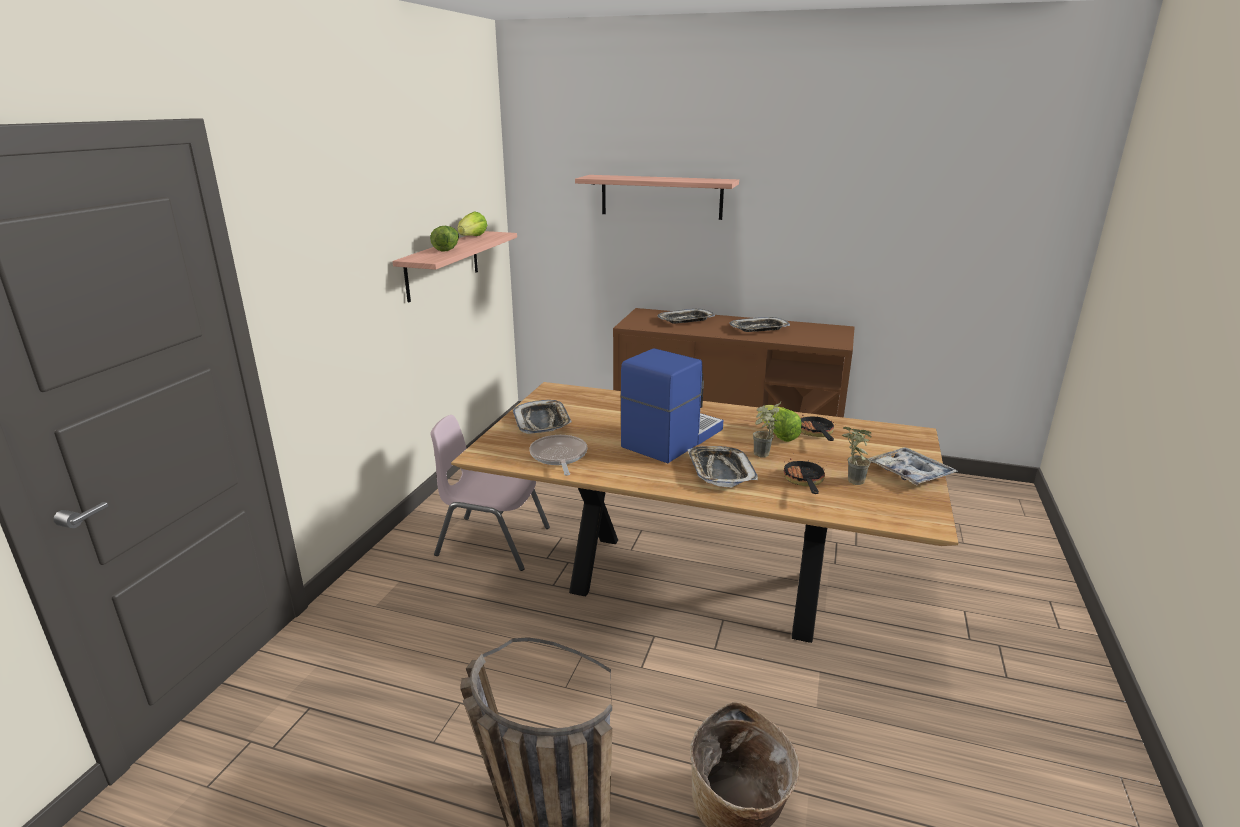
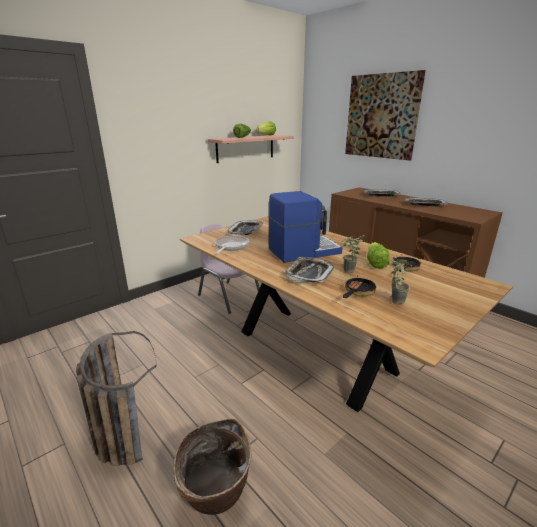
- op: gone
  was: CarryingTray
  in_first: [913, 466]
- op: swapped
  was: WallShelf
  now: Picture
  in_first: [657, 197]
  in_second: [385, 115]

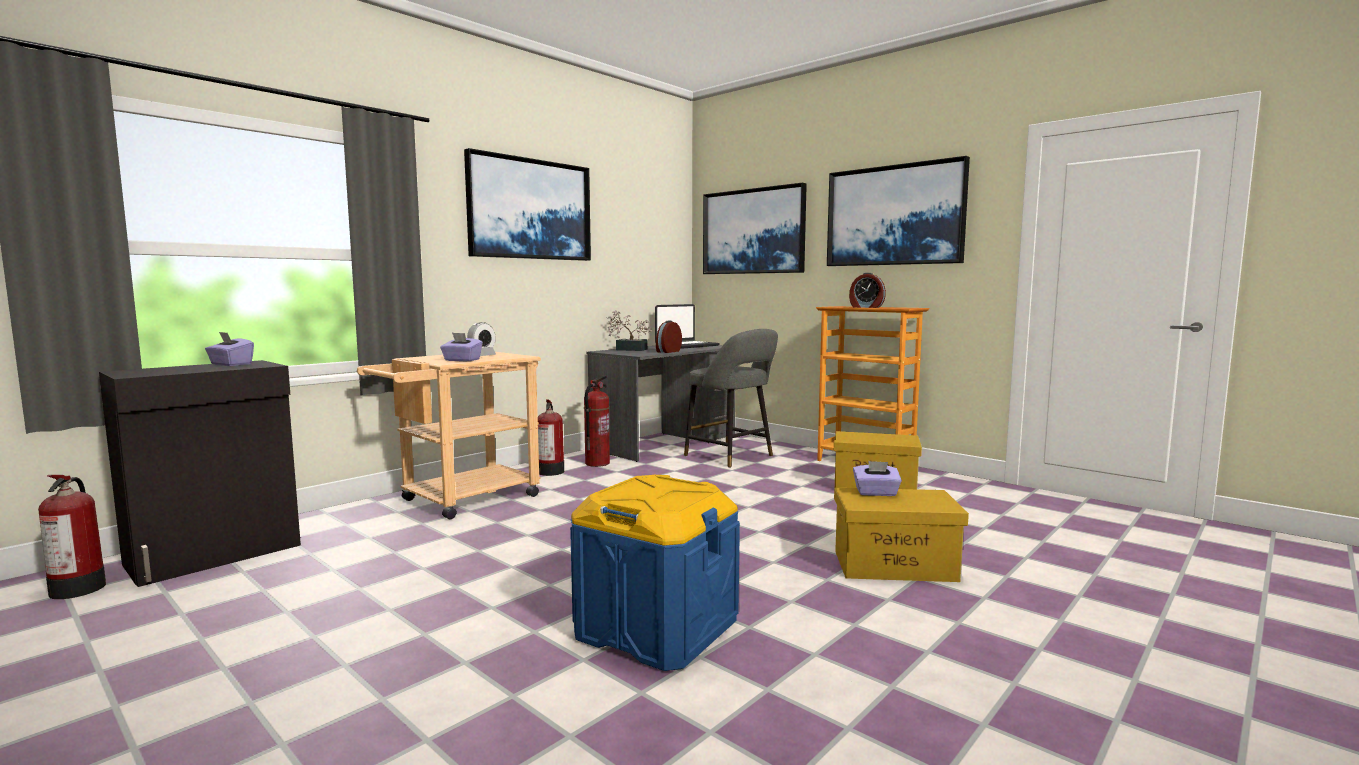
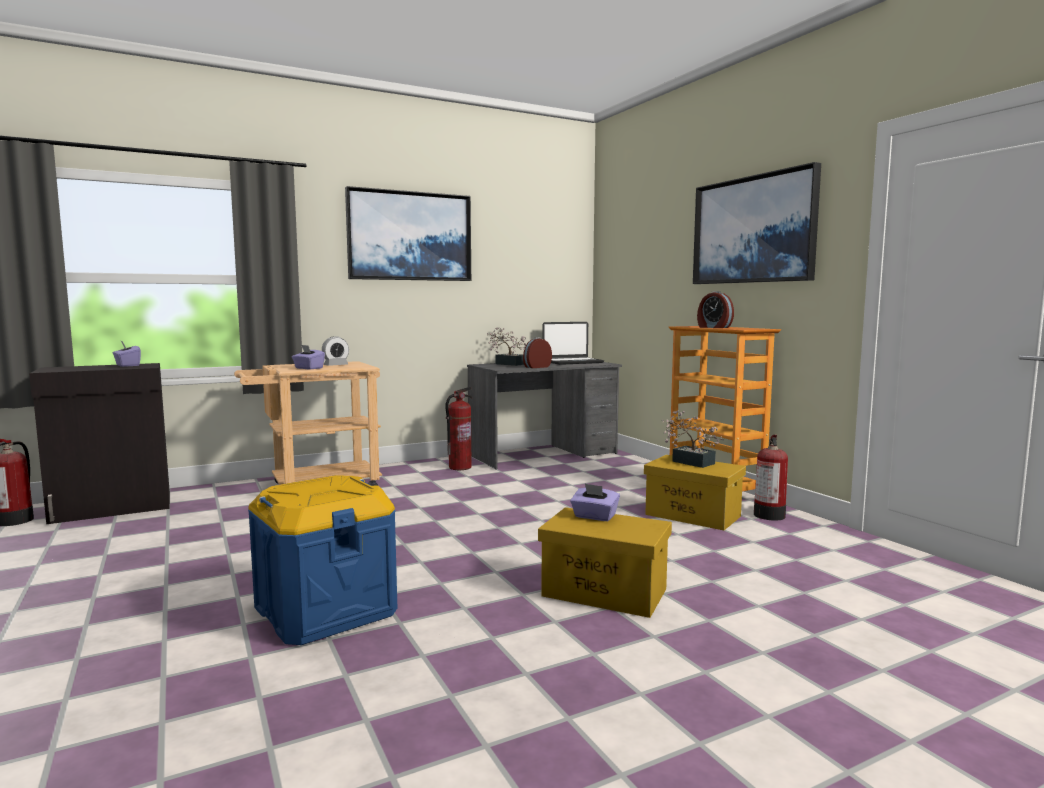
- op: gone
  was: GreyishSittingStool
  in_first: [731, 398]
- op: gone
  was: Picture
  in_first: [755, 228]
- op: new
  now: PlantInAPot
  in_second: [693, 439]
- op: shifted
  was: FireExtinguisher
  in_first: [551, 437]
  in_second: [771, 477]

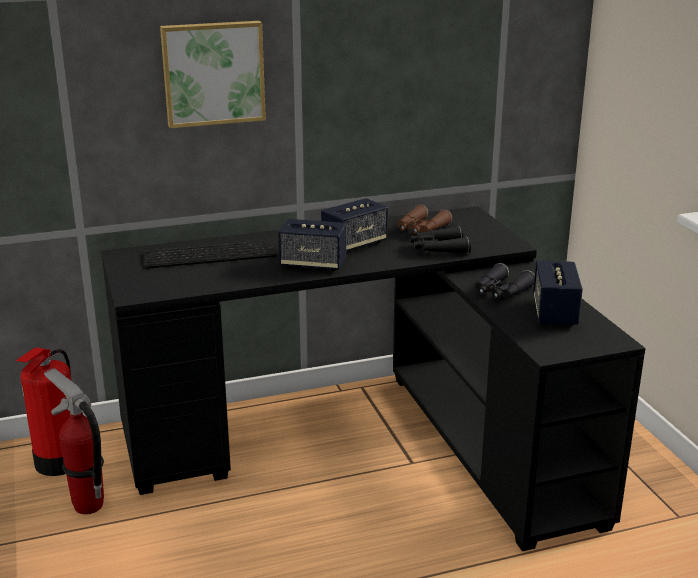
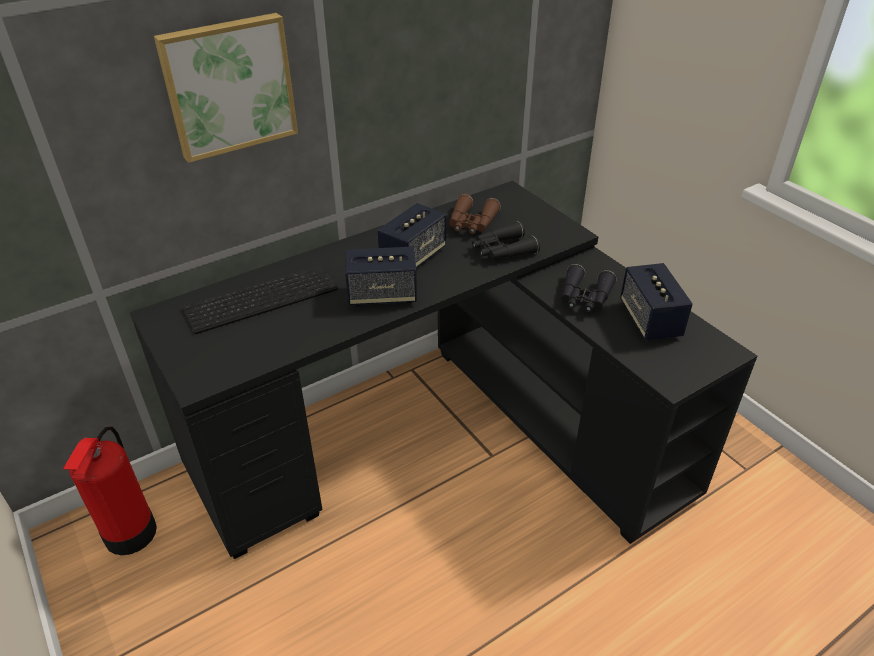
- op: gone
  was: FireExtinguisher
  in_first: [74, 441]

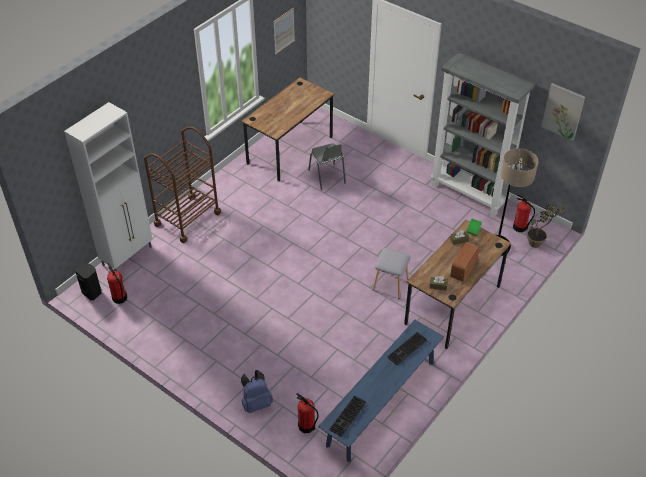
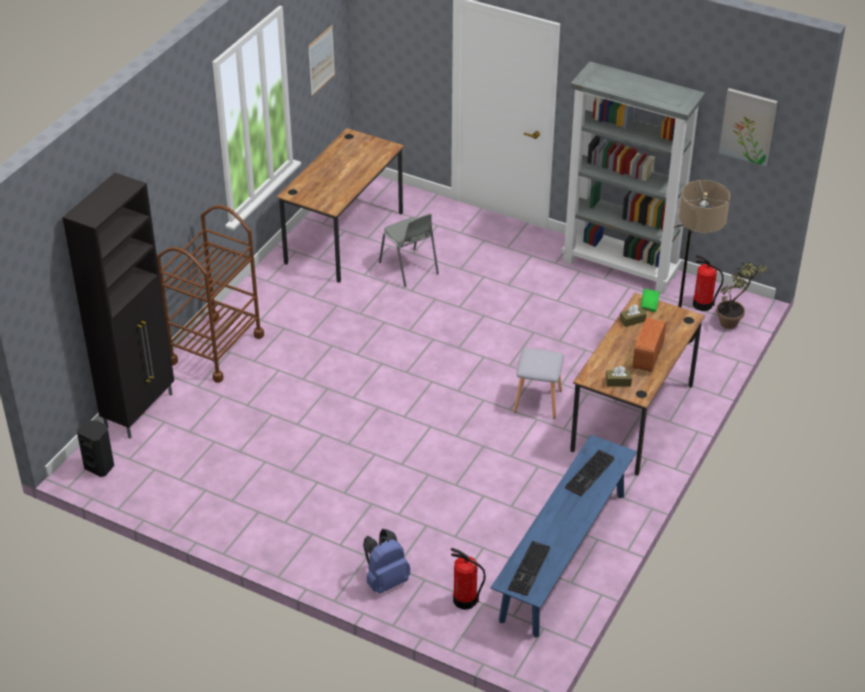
- op: gone
  was: FireExtinguisher
  in_first: [117, 284]
- op: repainted
  was: WhiteStorageCabinet
  now: BlackColouredStorageCabinet
  in_first: [108, 186]
  in_second: [118, 305]

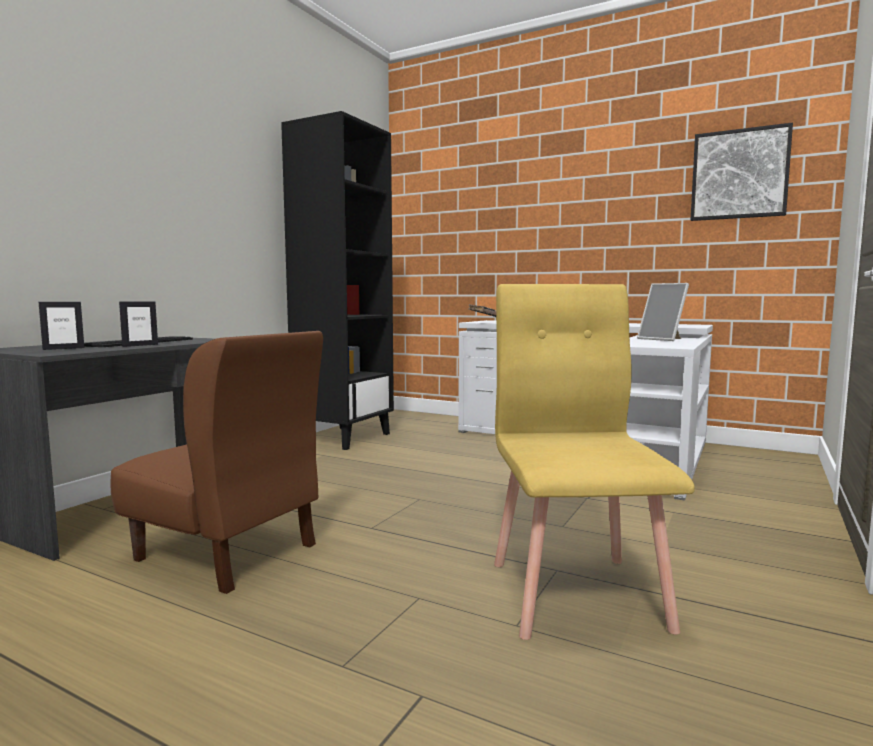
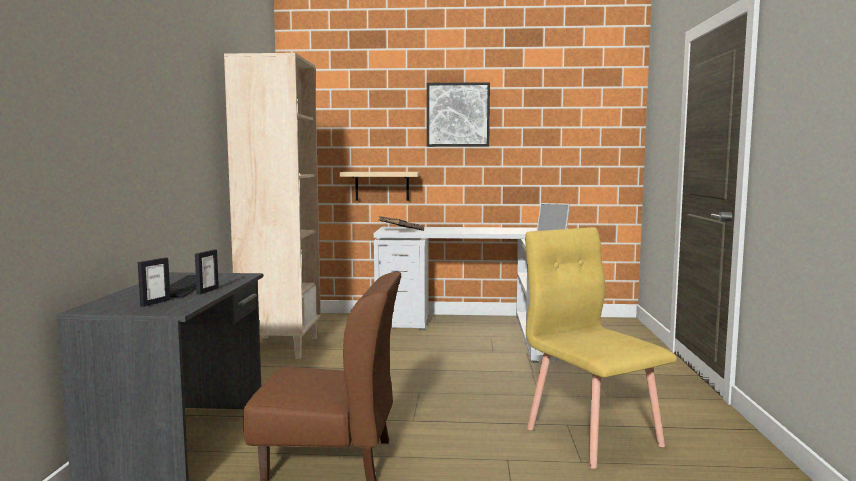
- op: new
  now: BeigeColouredWallShelf
  in_second: [379, 186]
- op: shifted
  was: Picture
  in_first: [741, 172]
  in_second: [458, 114]
- op: repainted
  was: BlackColouredBookcase
  now: BeigeColouredBookcase
  in_first: [337, 280]
  in_second: [272, 206]

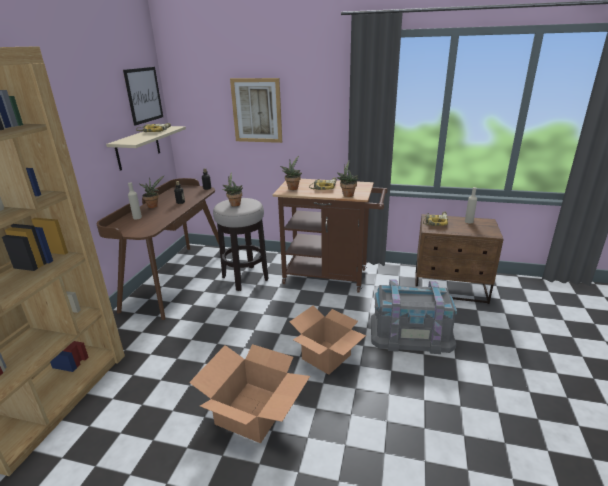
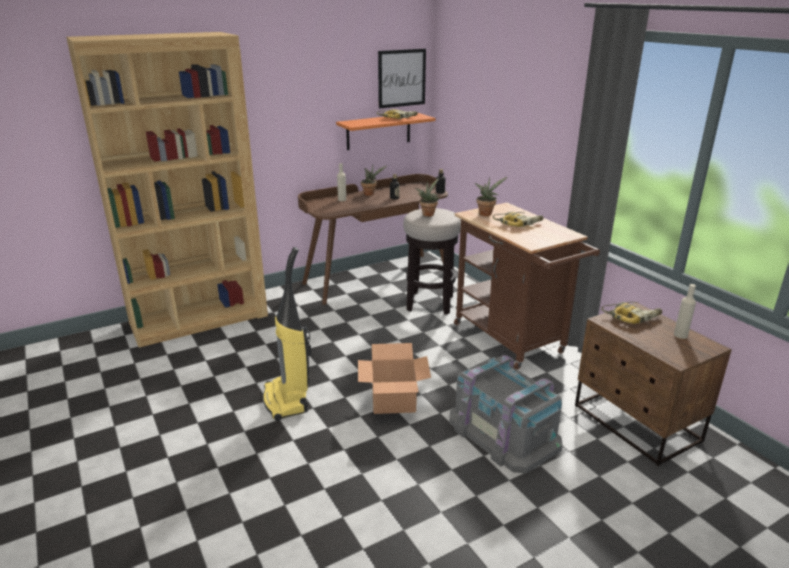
- op: gone
  was: Picture
  in_first: [256, 110]
- op: gone
  was: PlantInAPot
  in_first: [347, 179]
- op: swapped
  was: Carton
  now: Vacuum
  in_first: [249, 393]
  in_second: [287, 334]
- op: repainted
  was: BeigeColouredWallShelf
  now: OrangeColouredWallShelf
  in_first: [146, 148]
  in_second: [386, 131]

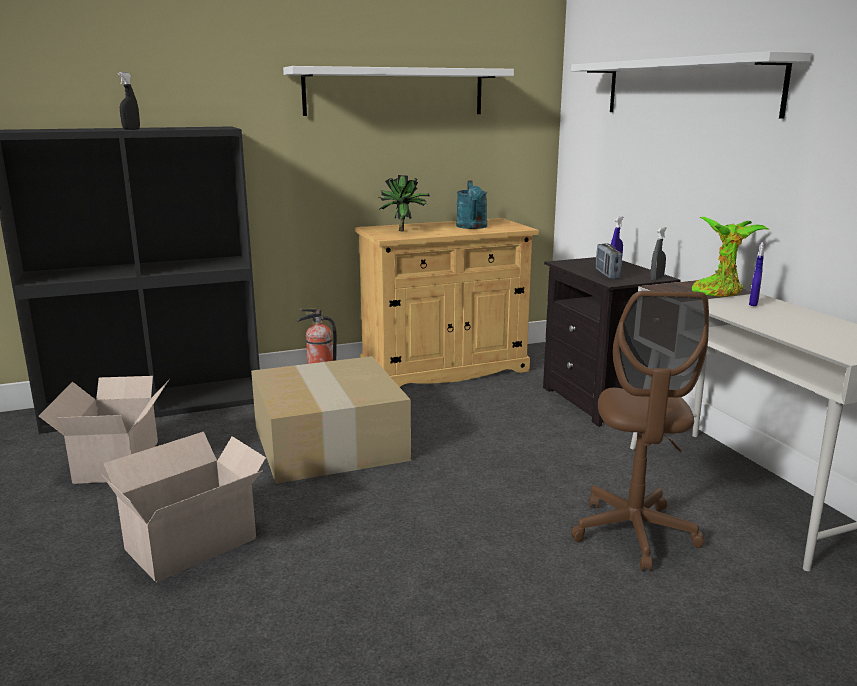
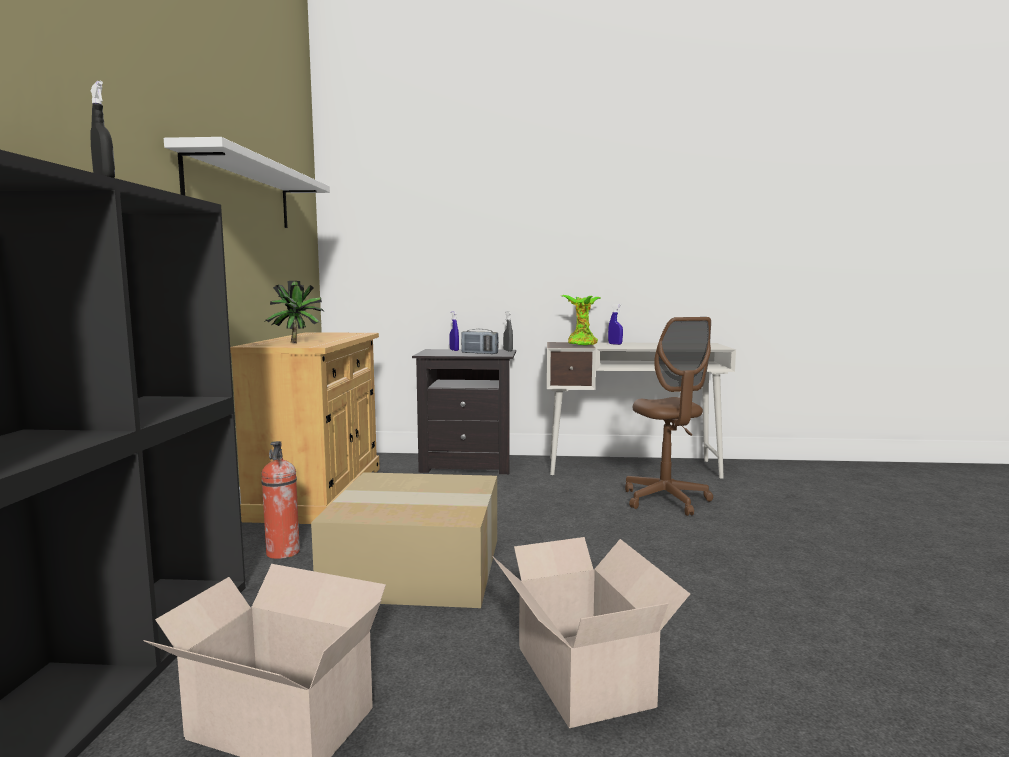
- op: gone
  was: TurquoiseWateringCan
  in_first: [471, 205]
- op: gone
  was: WhiteWallShelf
  in_first: [691, 85]
- op: rotated
  was: BrownishOfficeChair
  in_first: [640, 431]
  in_second: [669, 416]
  clockwise: 45

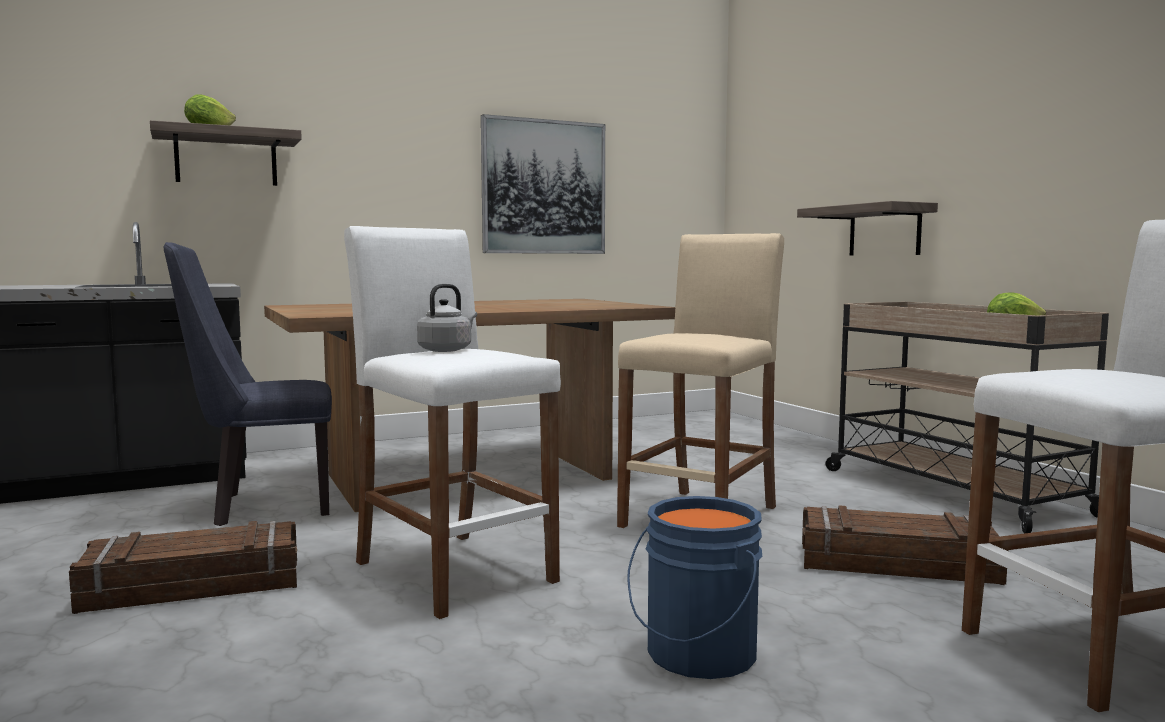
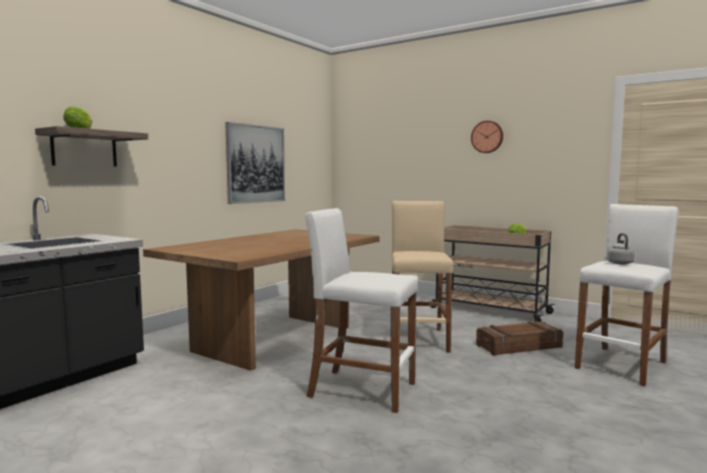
- op: gone
  was: PackingCrate
  in_first: [183, 567]
- op: gone
  was: BlueColouredChair
  in_first: [247, 384]
- op: gone
  was: BlueColouredBucket
  in_first: [694, 587]
- op: gone
  was: WallShelf
  in_first: [867, 228]
- op: new
  now: WallClock
  in_second: [487, 137]
- op: shifted
  was: GreyishKettle
  in_first: [447, 318]
  in_second: [621, 248]

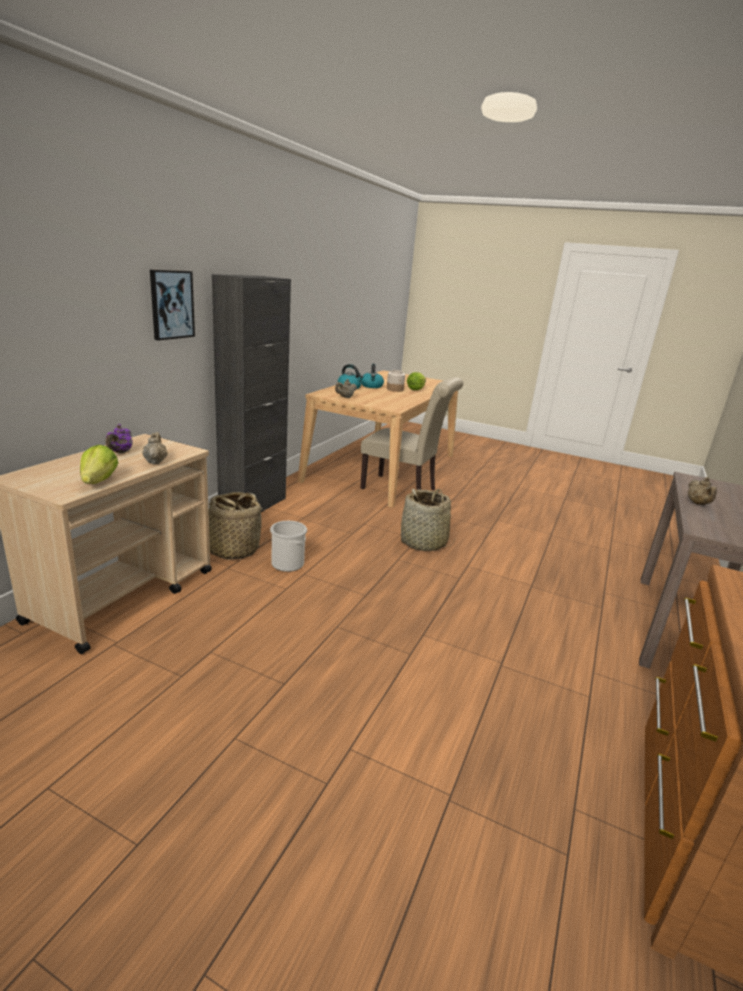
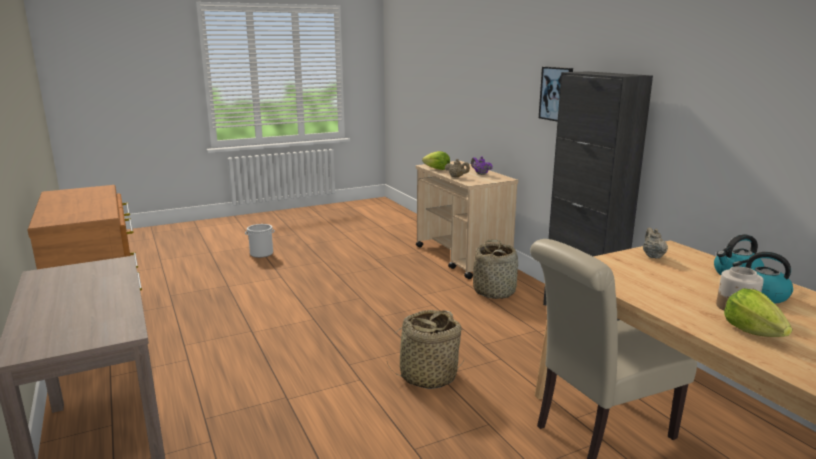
- op: gone
  was: BeigeColouredTeaPot
  in_first: [702, 491]
- op: shifted
  was: Bucket
  in_first: [288, 546]
  in_second: [260, 241]

